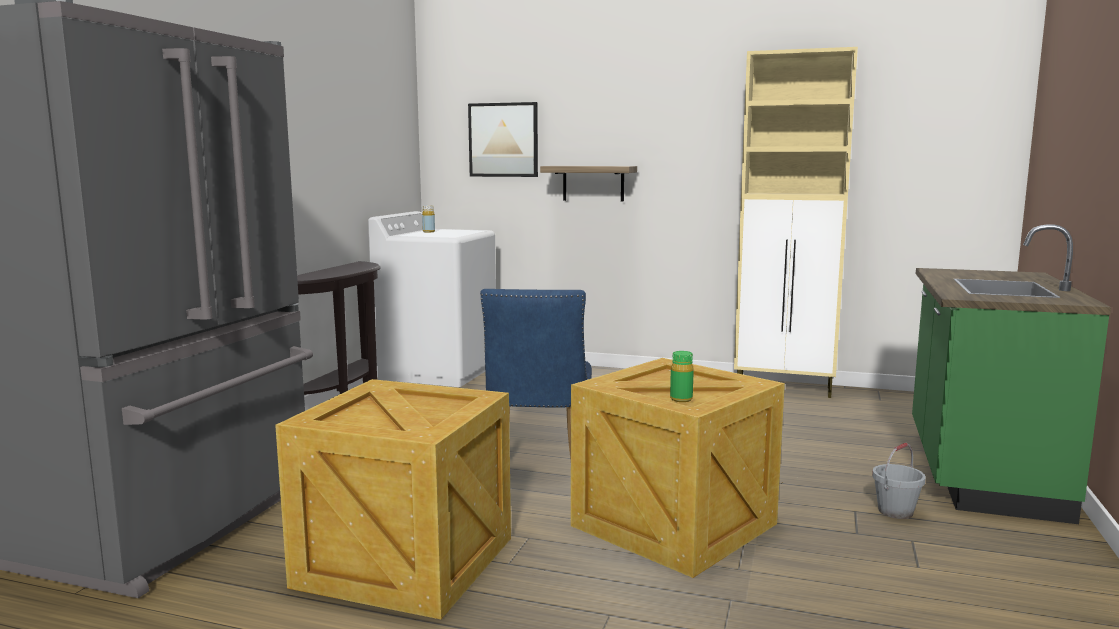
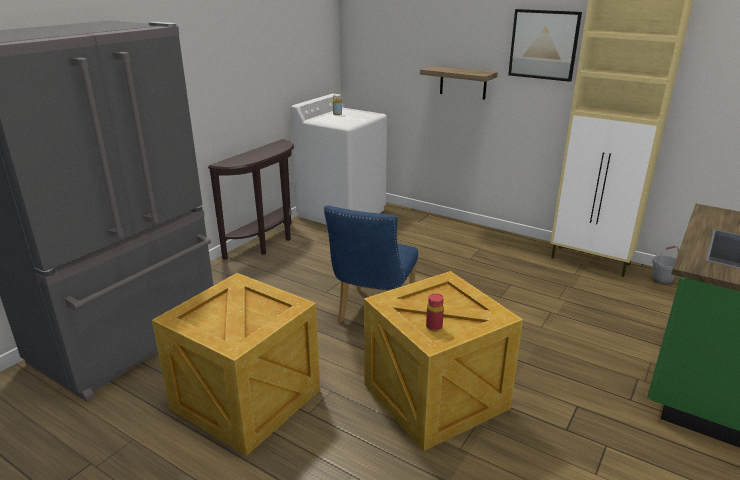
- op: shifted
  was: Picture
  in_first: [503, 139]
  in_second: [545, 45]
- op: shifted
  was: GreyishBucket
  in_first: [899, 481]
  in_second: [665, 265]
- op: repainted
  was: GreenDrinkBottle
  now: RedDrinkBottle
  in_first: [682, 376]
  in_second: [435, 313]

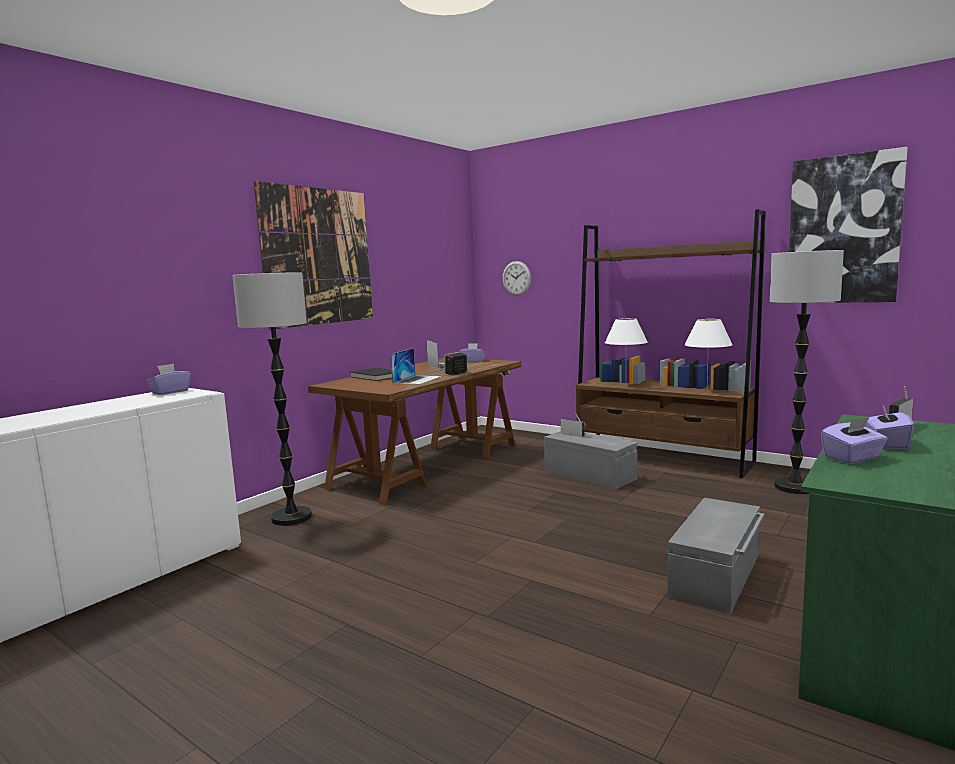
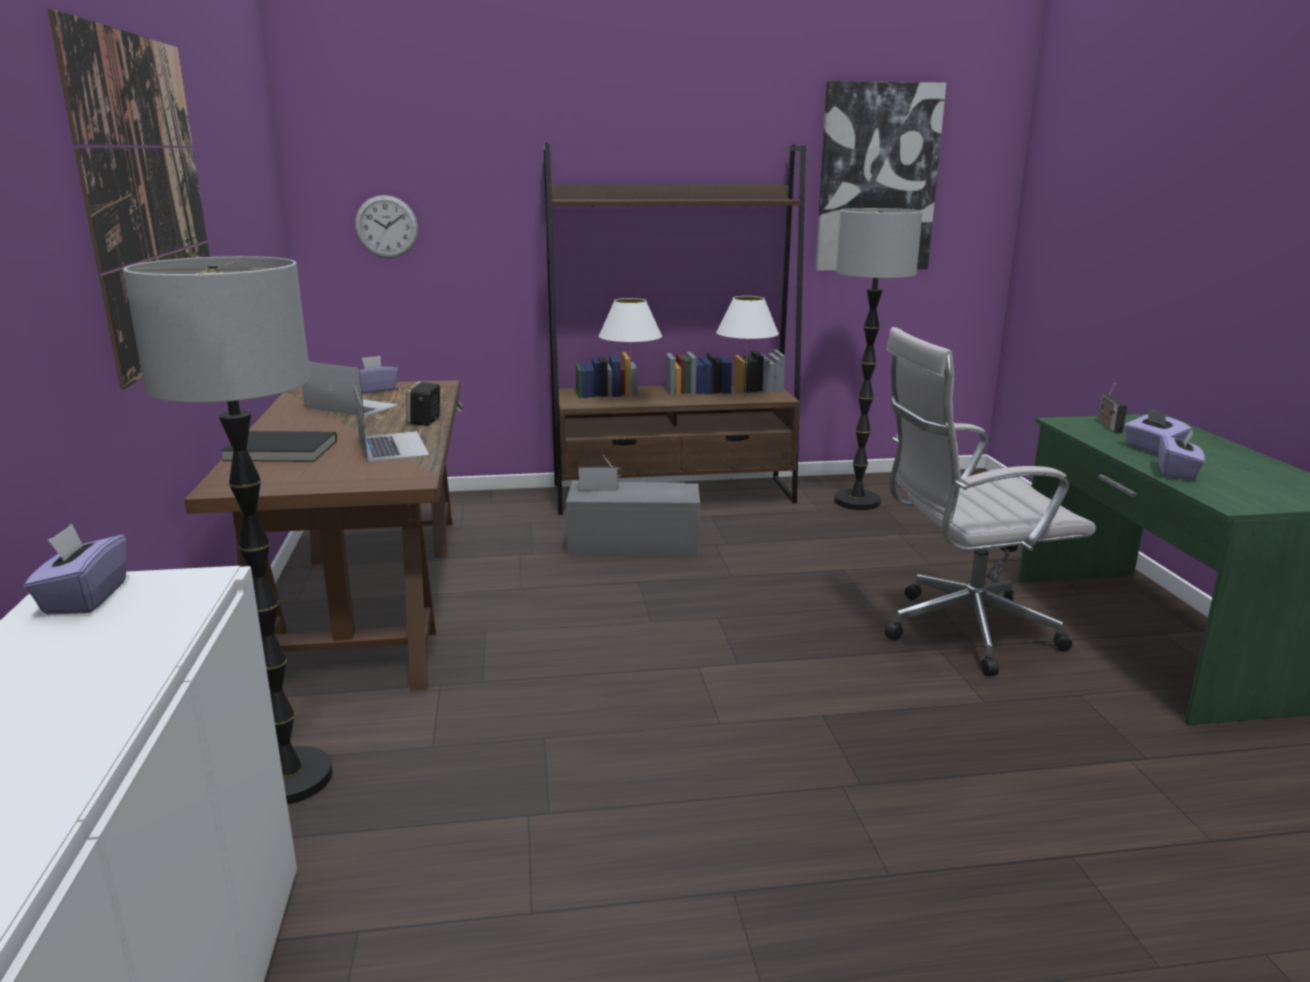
- op: swapped
  was: GreyishStorageBin
  now: WhiteOfficeChair
  in_first: [715, 556]
  in_second: [990, 501]

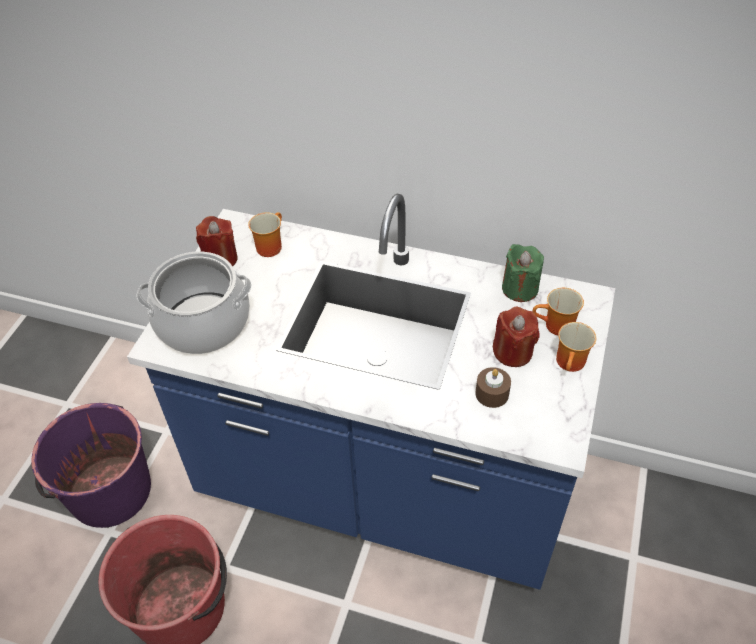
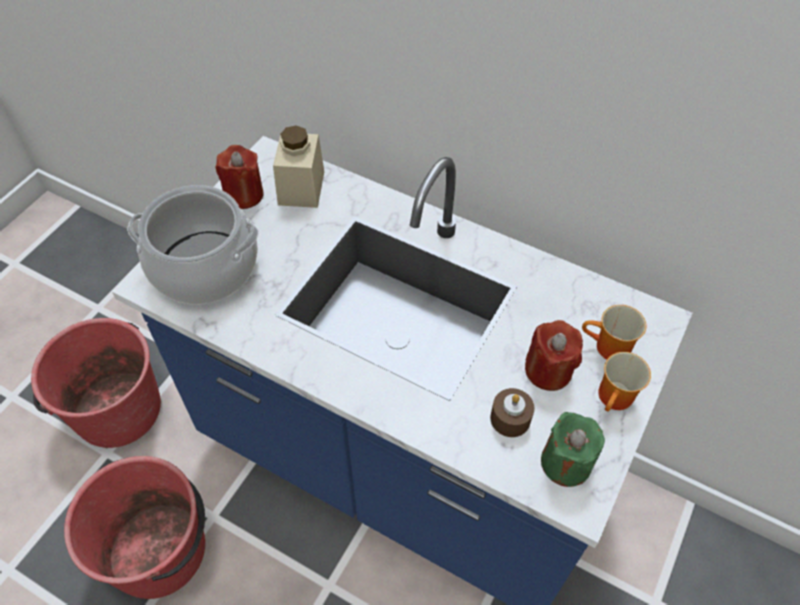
- op: shifted
  was: GreenWaxLight
  in_first: [523, 273]
  in_second: [573, 449]
- op: swapped
  was: TeaMug
  now: BeigeColouredPreserveJar
  in_first: [265, 234]
  in_second: [298, 166]
- op: repainted
  was: PurplishBucket
  now: RedBucket
  in_first: [91, 465]
  in_second: [96, 383]

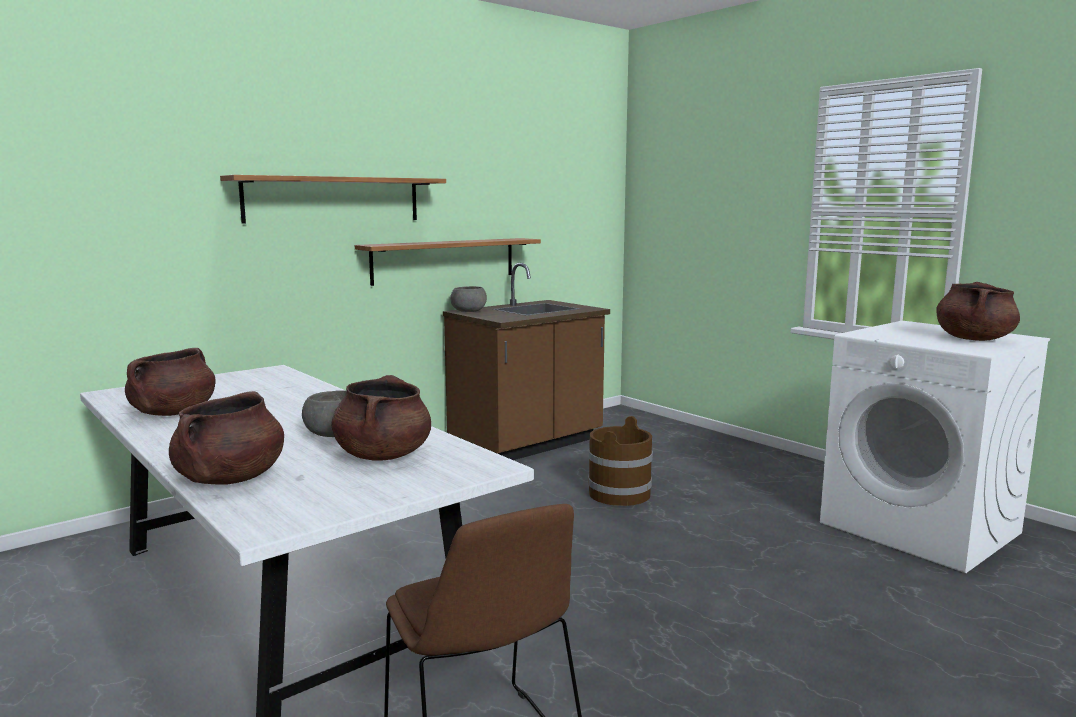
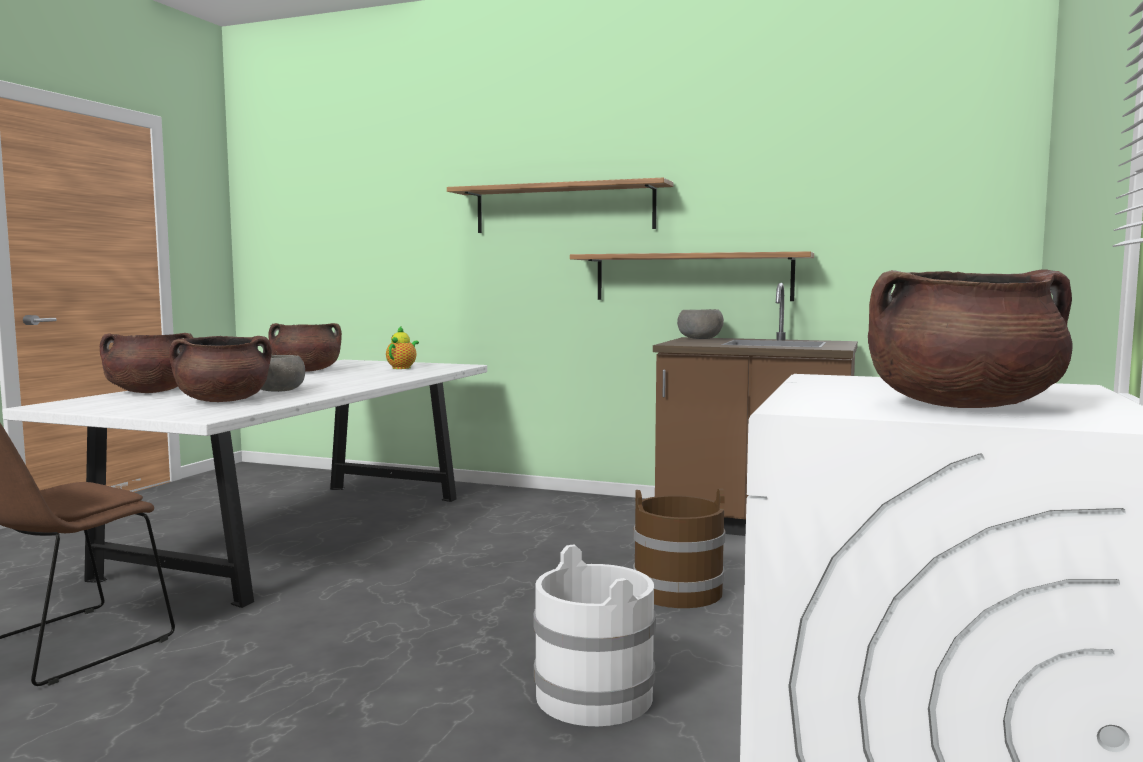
- op: new
  now: TeaPot
  in_second: [402, 347]
- op: new
  now: WhiteBucket
  in_second: [594, 635]

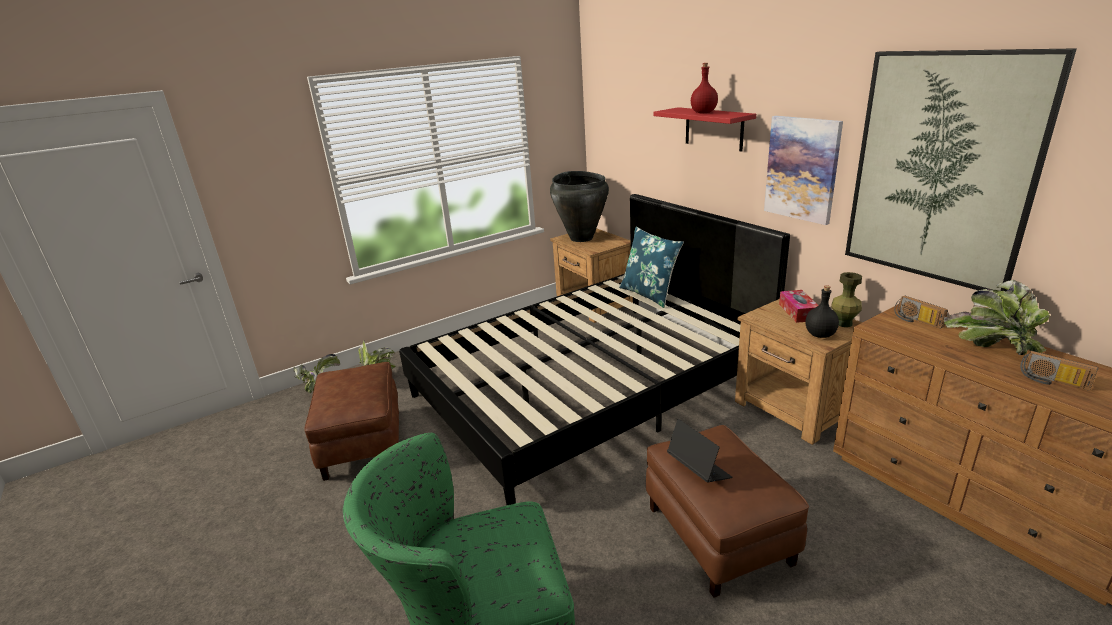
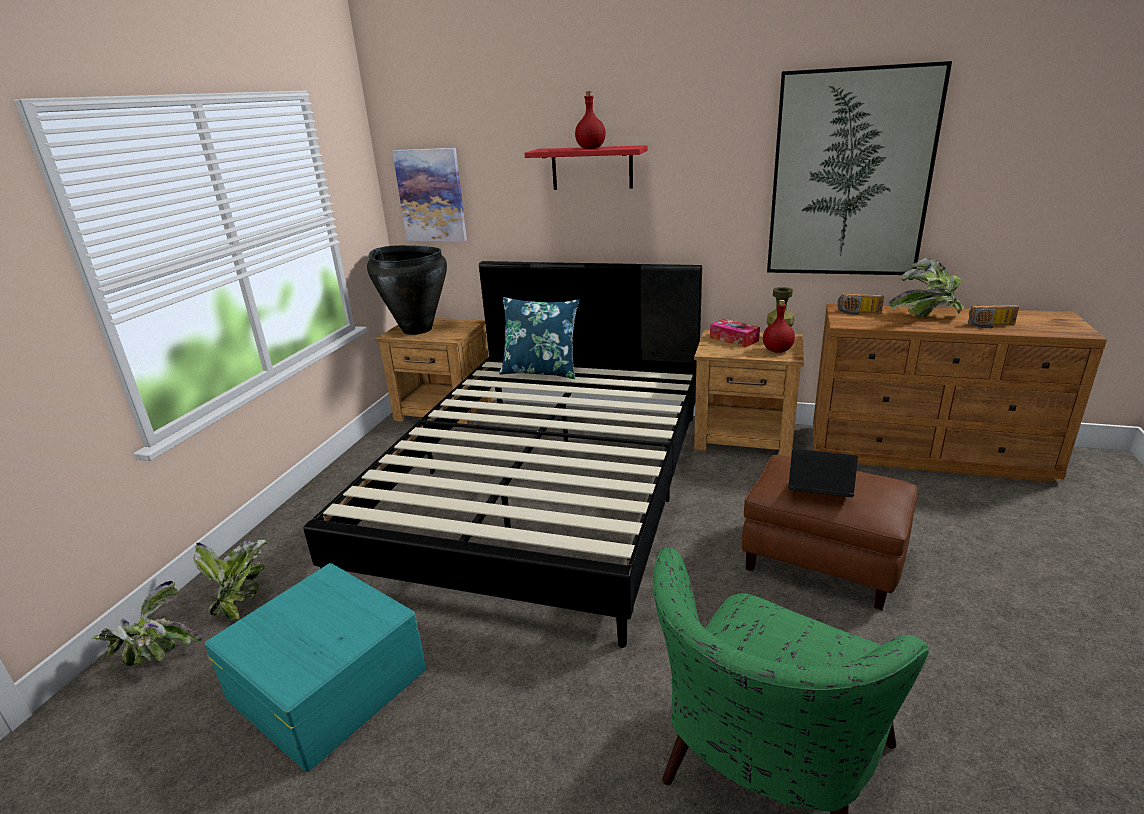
- op: shifted
  was: Picture
  in_first: [803, 170]
  in_second: [429, 194]
- op: swapped
  was: BrownishPouffe
  now: TurquoiseStorageBin
  in_first: [351, 421]
  in_second: [315, 667]
- op: repainted
  was: BlackColouredDrinkBottle
  now: RedDrinkBottle
  in_first: [822, 311]
  in_second: [779, 326]

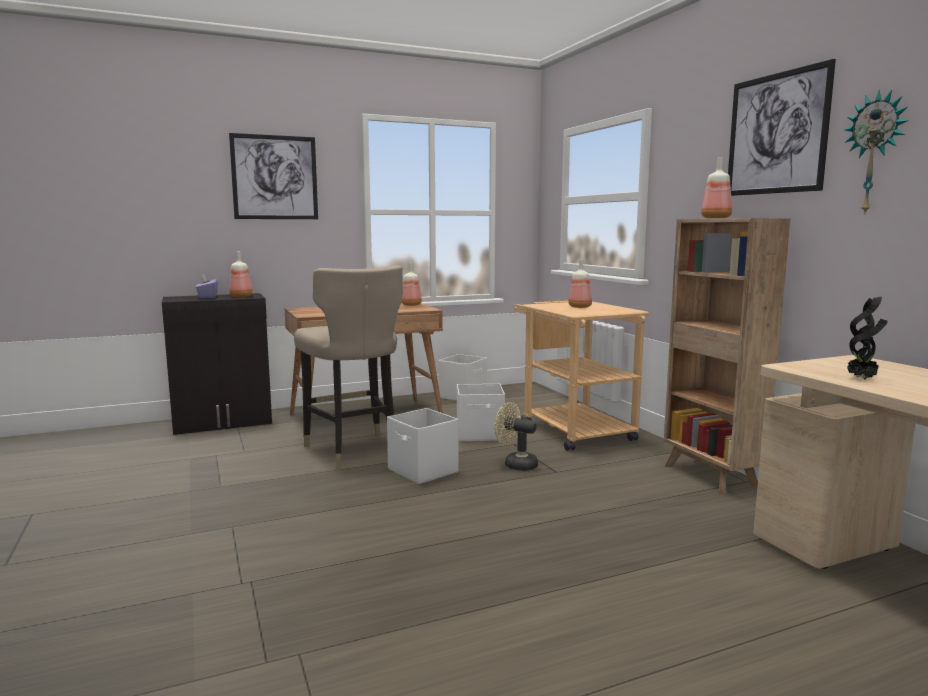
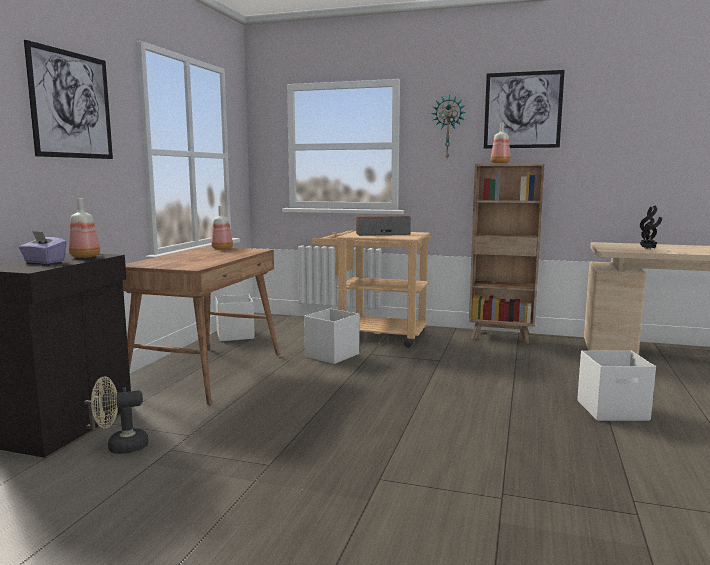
- op: gone
  was: BeigeColouredSittingStool
  in_first: [348, 366]
- op: shifted
  was: WhiteStorageBin
  in_first: [423, 446]
  in_second: [616, 386]
- op: shifted
  was: BeigeColouredElectricFan
  in_first: [516, 436]
  in_second: [120, 415]
- op: shifted
  was: WallClock
  in_first: [877, 152]
  in_second: [448, 126]
- op: swapped
  was: DrinkBottle
  now: AudioSpeaker
  in_first: [580, 283]
  in_second: [383, 225]

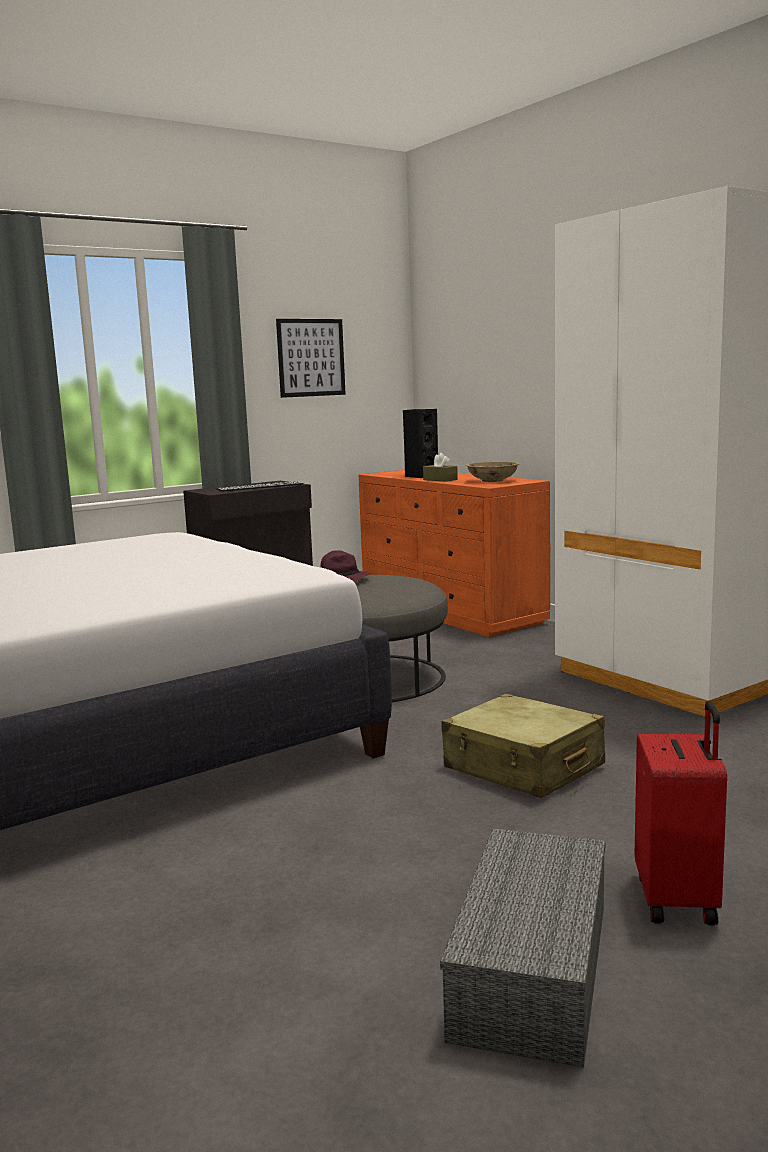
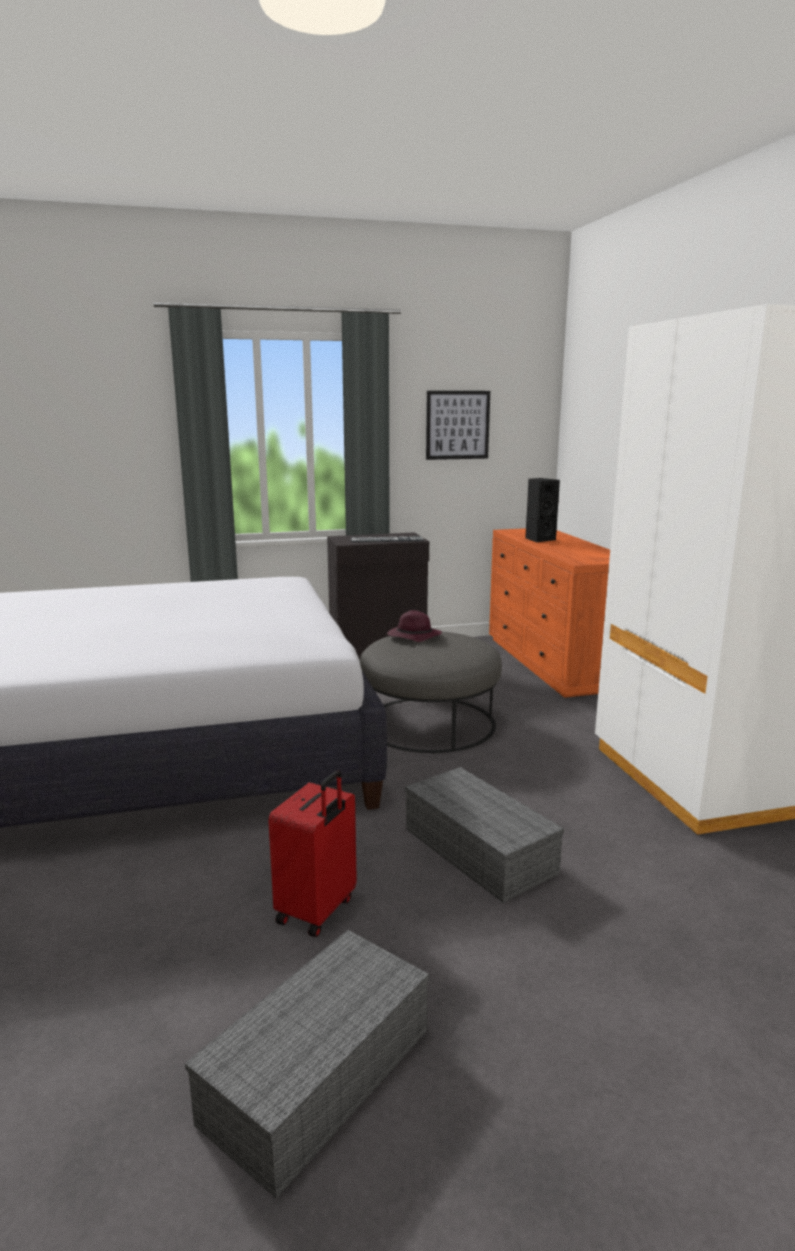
- op: gone
  was: BrownishTissueBox
  in_first: [440, 467]
- op: gone
  was: BeigeColouredServingBowl
  in_first: [492, 472]
- op: shifted
  was: RedPieceOfLuggage
  in_first: [681, 813]
  in_second: [312, 854]
- op: swapped
  was: BeigeColouredPieceOfLuggage
  now: GreyishStorageBin
  in_first: [523, 745]
  in_second: [484, 835]

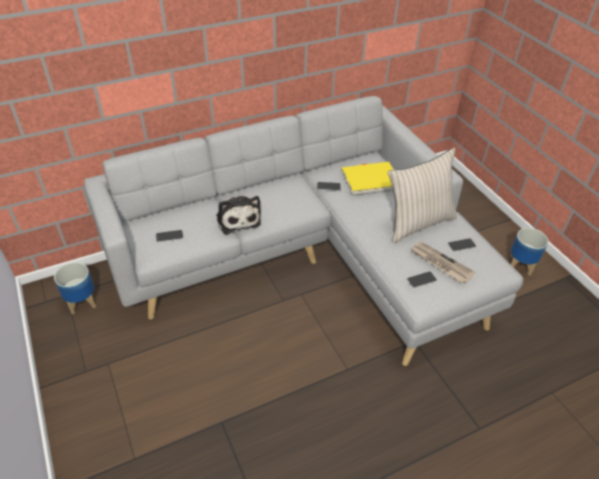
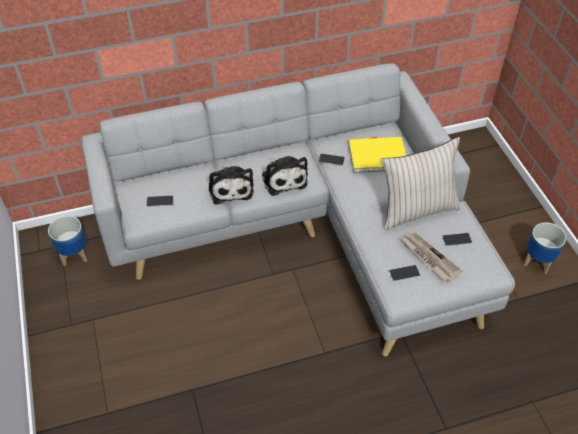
- op: new
  now: SoftToy
  in_second: [285, 176]

